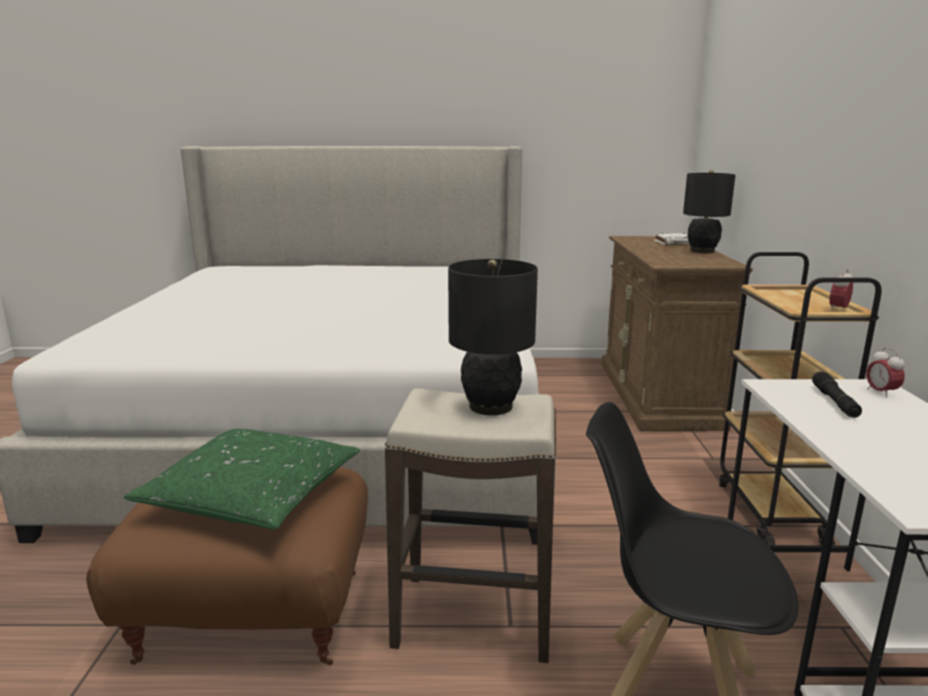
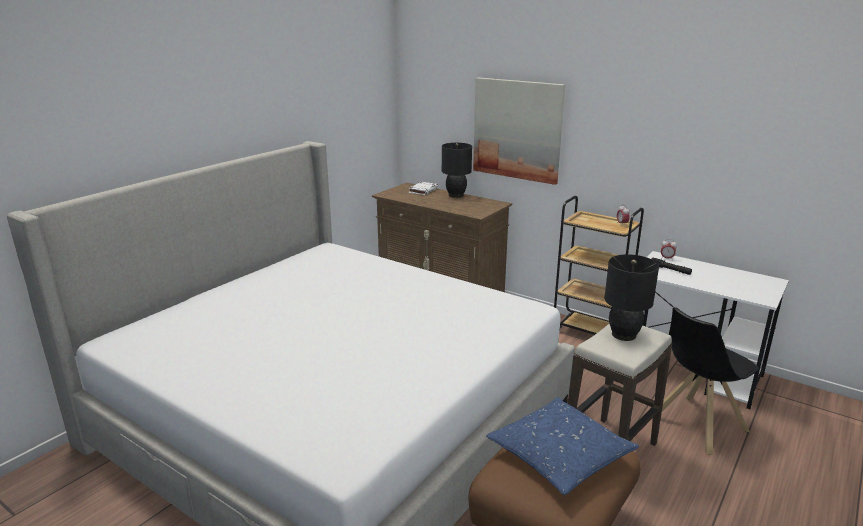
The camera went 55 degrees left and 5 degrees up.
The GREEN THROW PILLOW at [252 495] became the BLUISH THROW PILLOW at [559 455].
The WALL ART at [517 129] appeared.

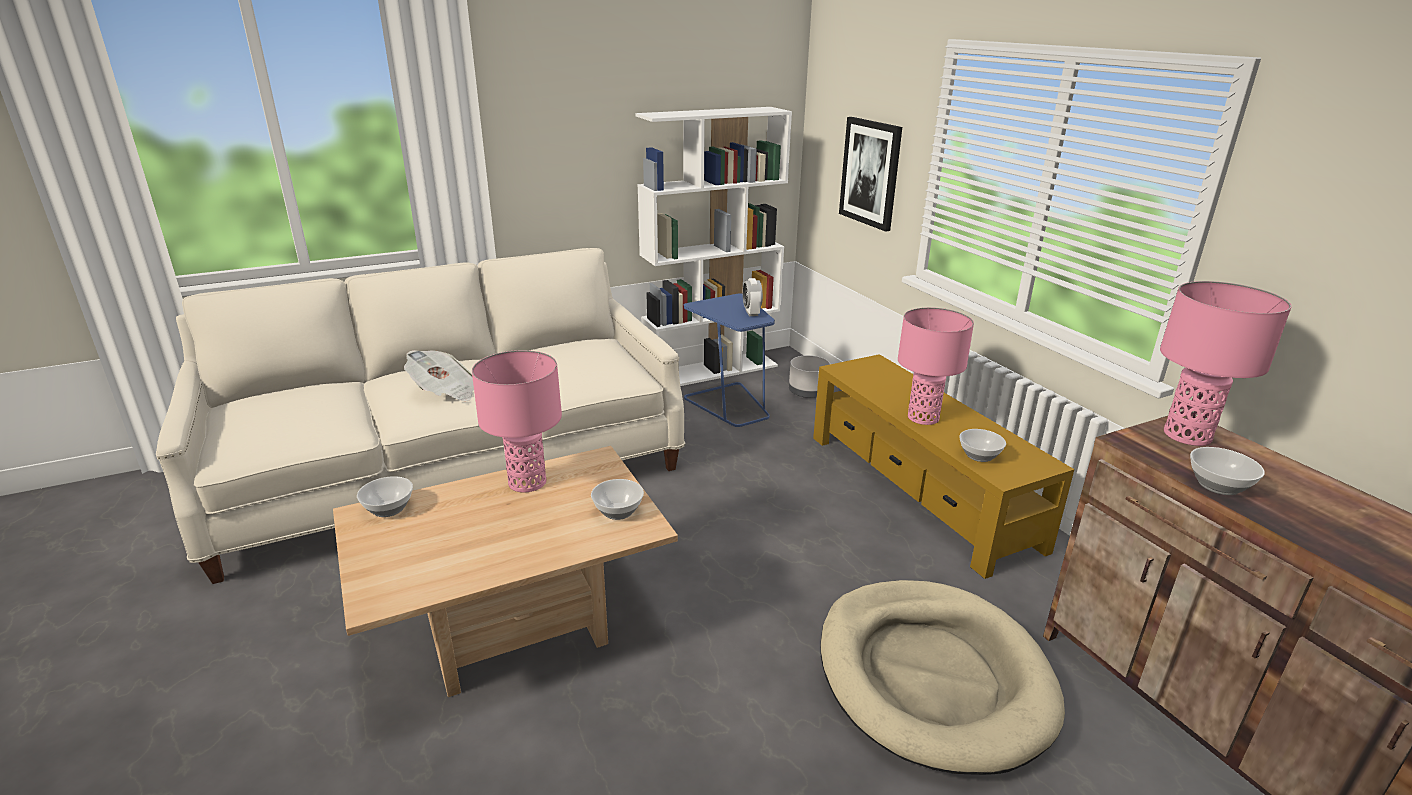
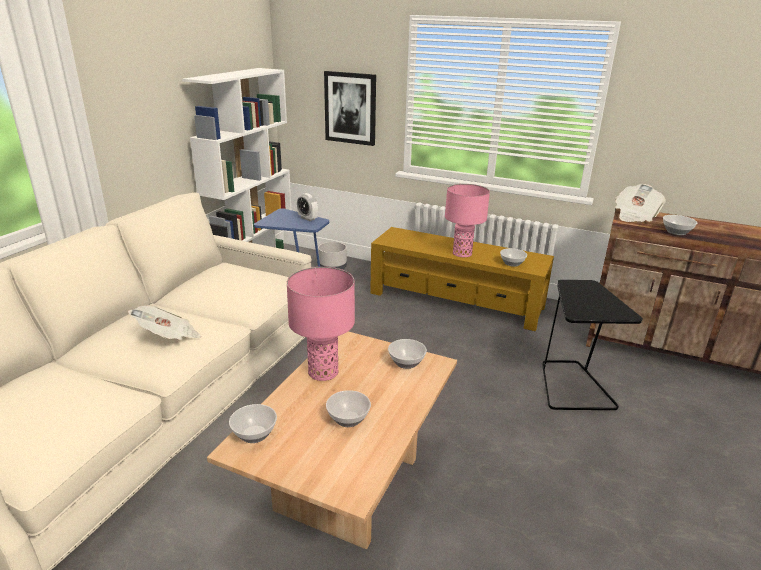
The camera went 40 degrees left and 0 degrees up.
The SAND-COLOURED DOG BED at [932 676] was replaced by the BLACK-COLOURED ACCENT TABLE at [572 386].
The PINKISH TABLETOP LAMP at [1187 435] was replaced by the NEWSPAPER at [635 216].
The BOWL at [347 419] appeared.

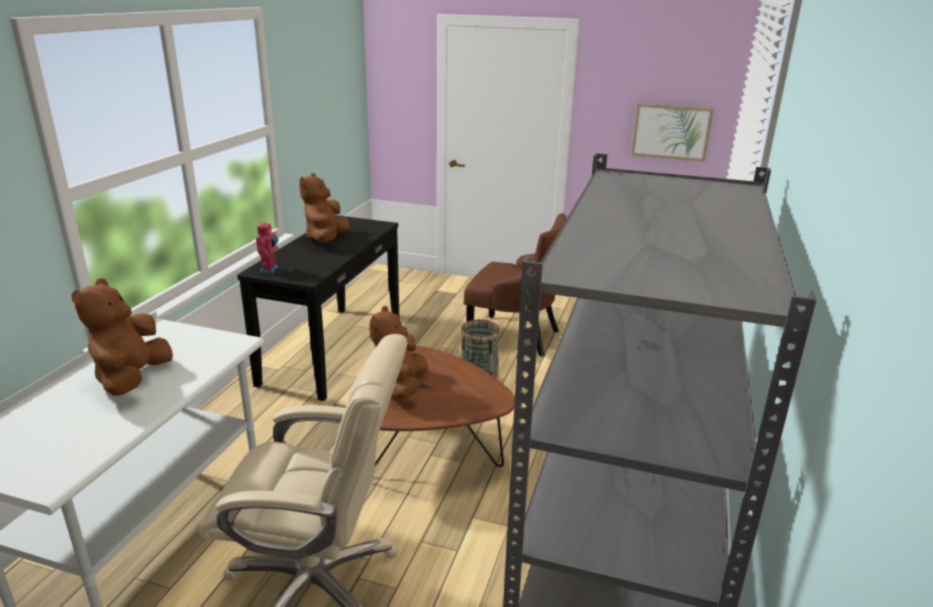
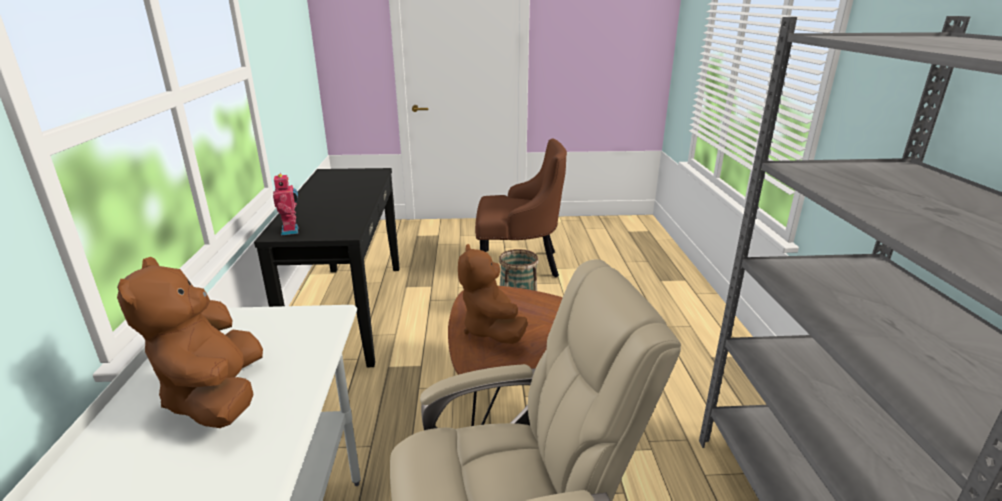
The camera went 20 degrees left and 0 degrees up.
The BROWN-COLOURED CUDDLY TOY at [326 239] disappeared.
The WALL ART at [671 132] disappeared.

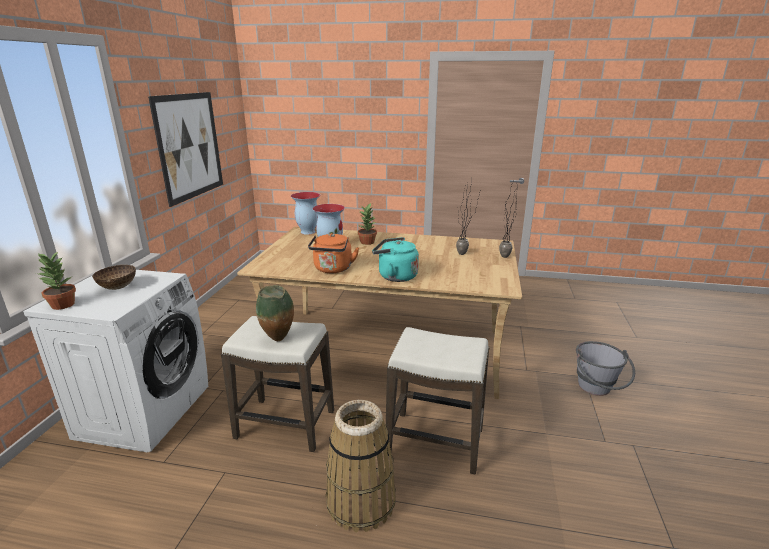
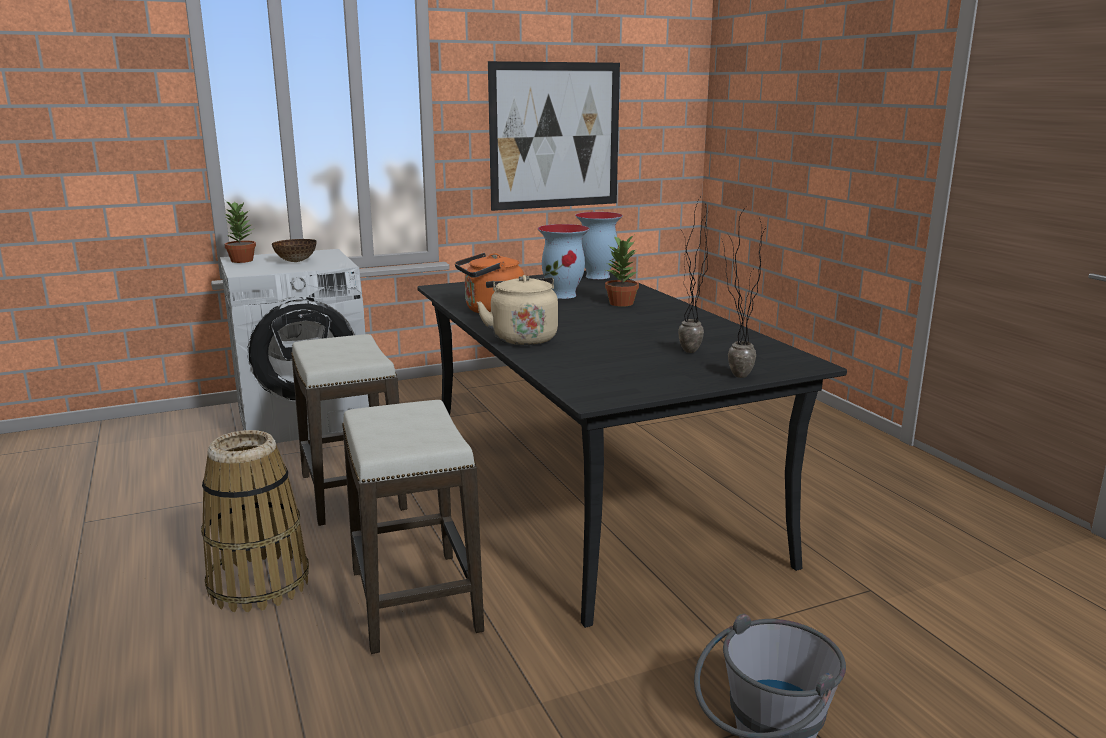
The camera went 55 degrees right and 5 degrees down.
The SAND-COLOURED KITCHEN TABLE at [386 349] became the BLACK-COLOURED KITCHEN TABLE at [591 495].
The DECORATIVE VASE at [278 340] disappeared.
The TURQUOISE TEA KETTLE at [395 276] became the SAND-COLOURED TEA KETTLE at [522 338].

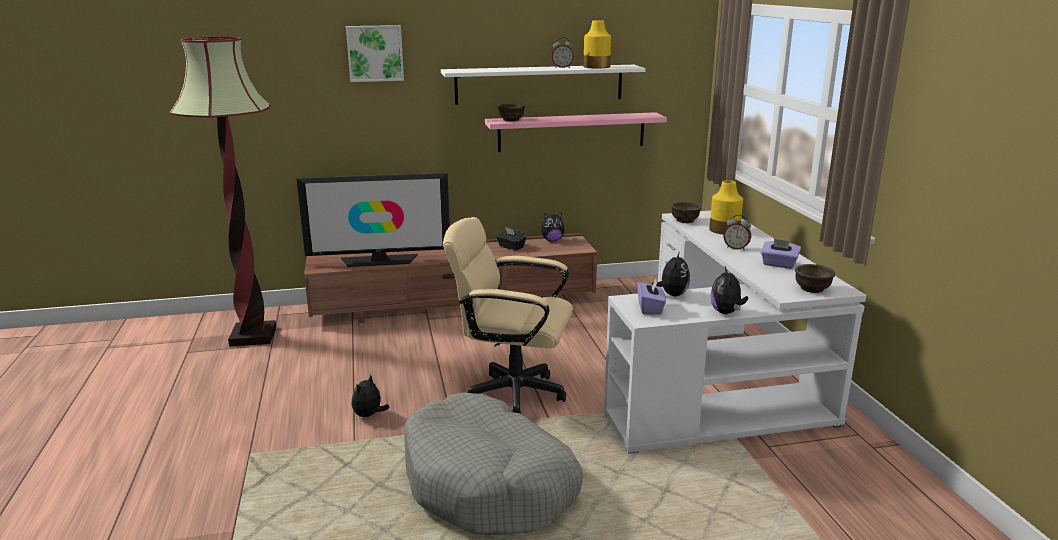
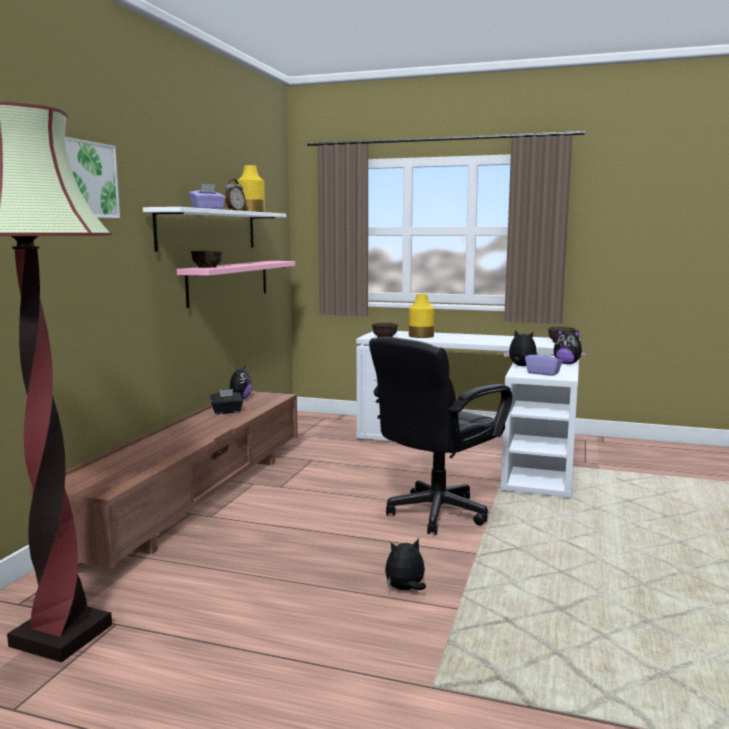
The camera went 60 degrees left and 10 degrees down.
The TELEVISION at [379 261] disappeared.
The CUDDLY TOY at [369 415] turned 105 degrees clockwise.
The GREYISH DOG BED at [489 484] disappeared.
The SAND-COLOURED OFFICE CHAIR at [511 395] became the BLACK-COLOURED OFFICE CHAIR at [434 516].
The ALARM CLOCK at [736 248] disappeared.
The PURPLE TISSUE HOLDER moved from [779 264] to [208 209].

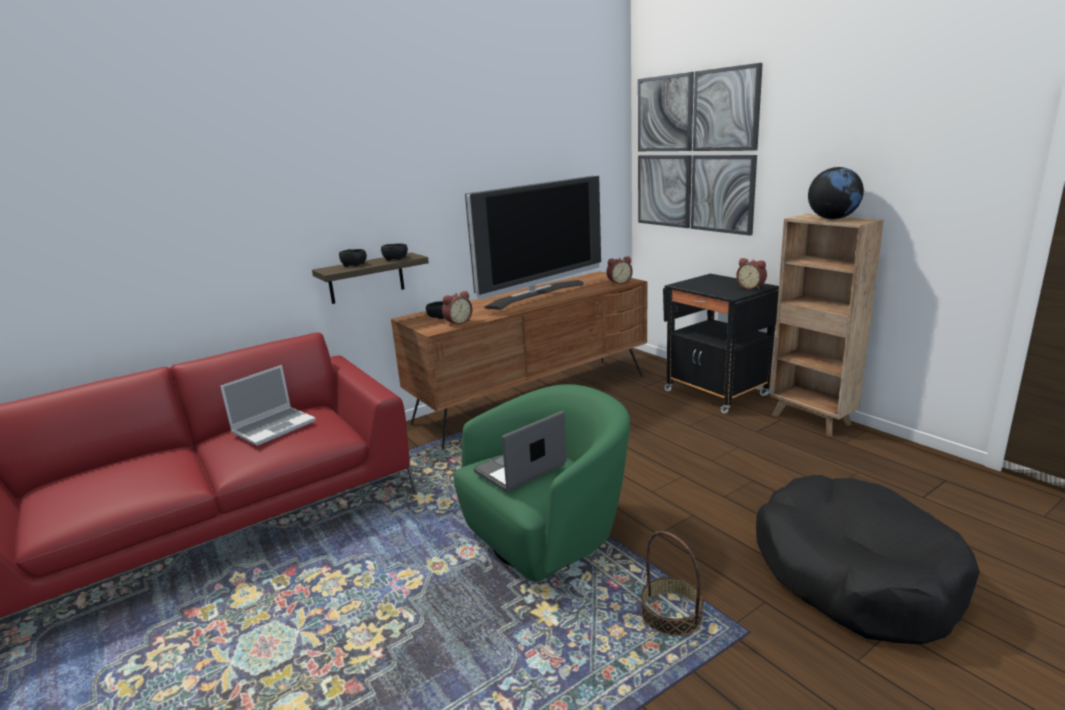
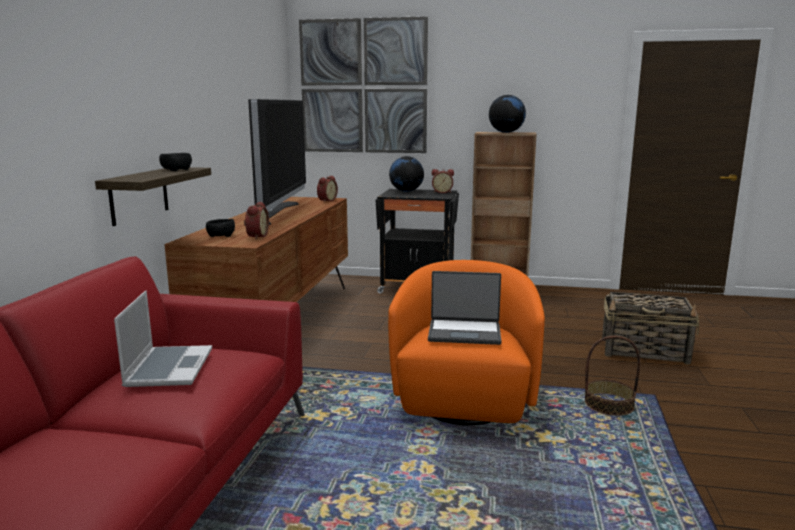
The camera went 45 degrees left and 5 degrees down.
The BLACK-COLOURED BOWL at [354 264] disappeared.
The GREEN LOUNGE CHAIR at [548 535] became the ORANGEY LOUNGE CHAIR at [464 398].
The NOTEBOOK COMPUTER at [521 469] turned 90 degrees counterclockwise.
The BLACK-COLOURED DOG BED at [854 574] was replaced by the BASKET at [645 351].
The GLOBE at [406 191] appeared.

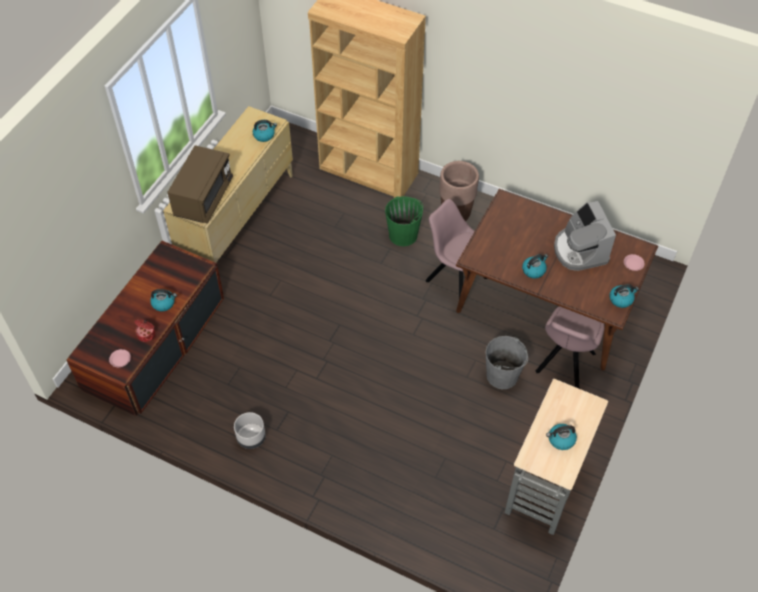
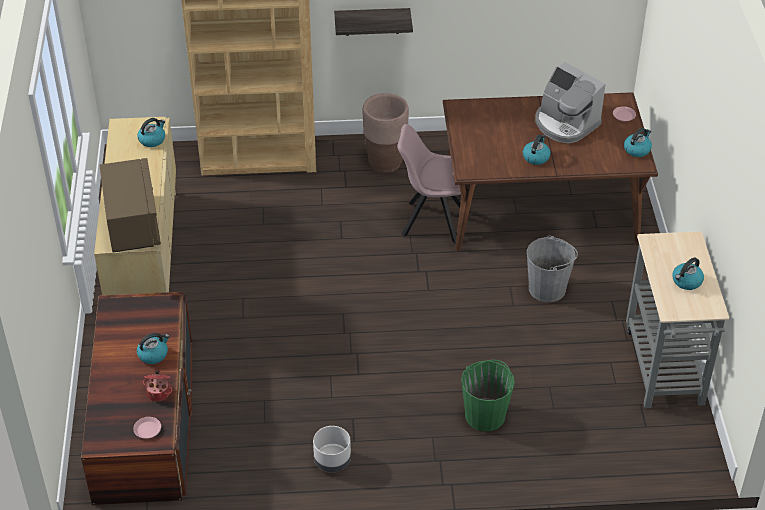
The camera went 30 degrees left and 10 degrees down.
The GREEN PAIL moved from [403 235] to [485 415].
The PINKISH PLAIN CHAIR at [564 363] disappeared.
The WALL SHELF at [372 21] appeared.

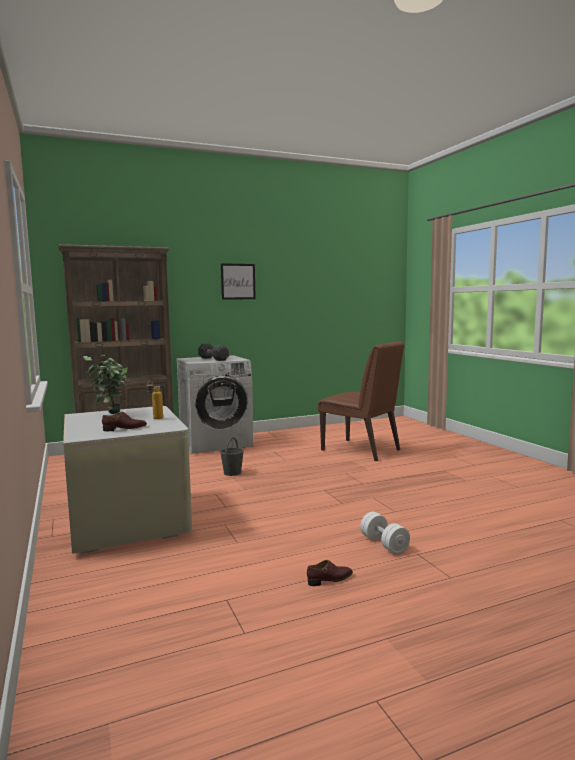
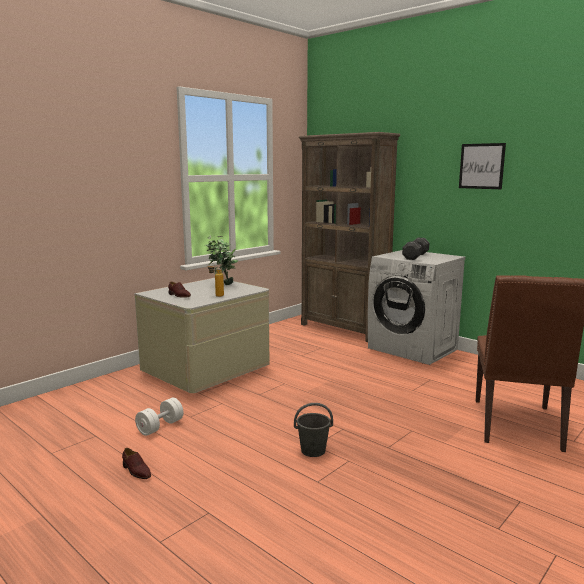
The camera went 65 degrees right and 5 degrees up.
The GREYISH PAIL moved from [232 473] to [313 450].
The WHITISH HAND WEIGHT moved from [384 544] to [160 426].

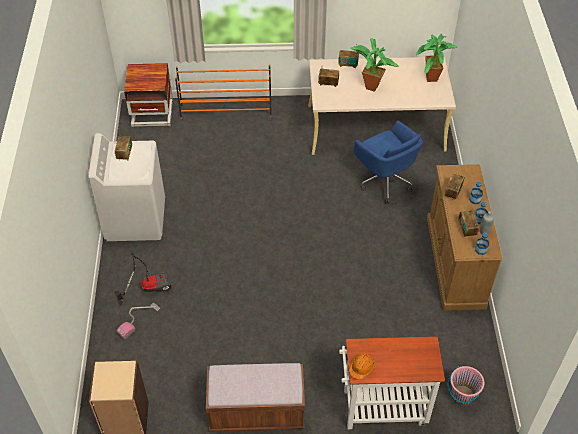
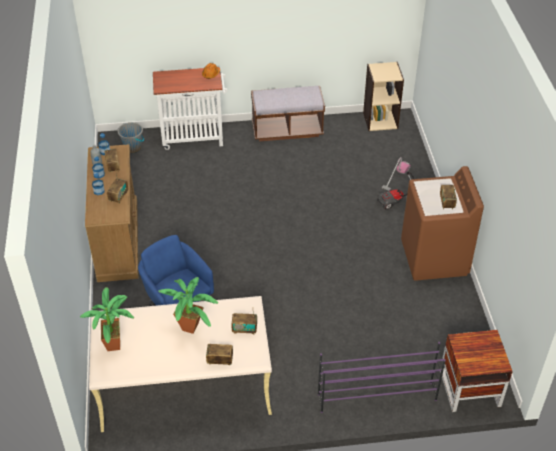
The camera went 175 degrees right and 5 degrees down.
The WHITISH WASHING MACHINE at [135 219] became the BROWN-COLOURED WASHING MACHINE at [434 258].
The ORANGEY SHOE SHELF at [226 111] became the PURPLE SHOE SHELF at [376 397].
The PINKISH PAIL at [462 395] became the GREYISH PAIL at [133 147].

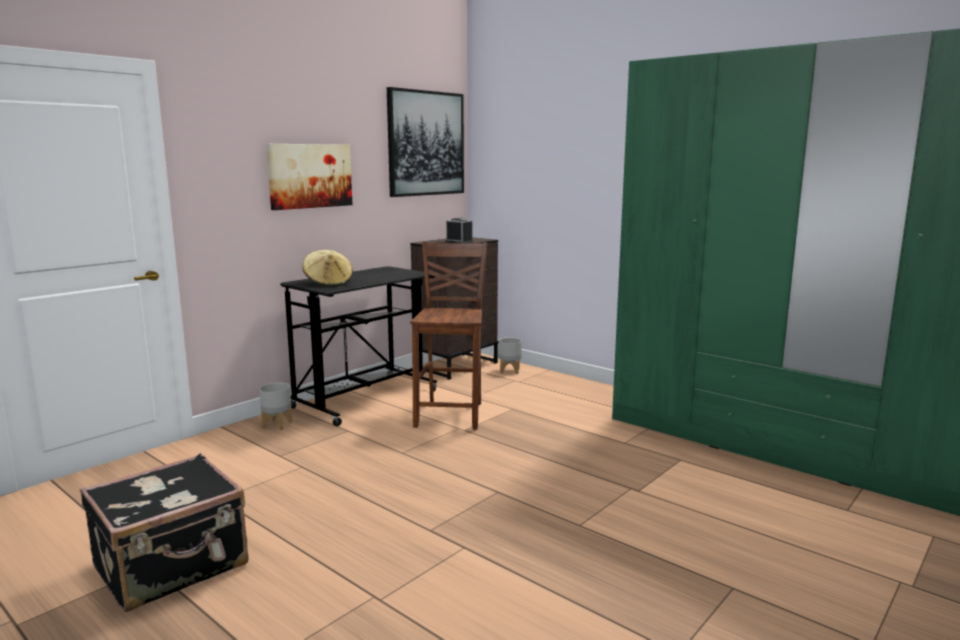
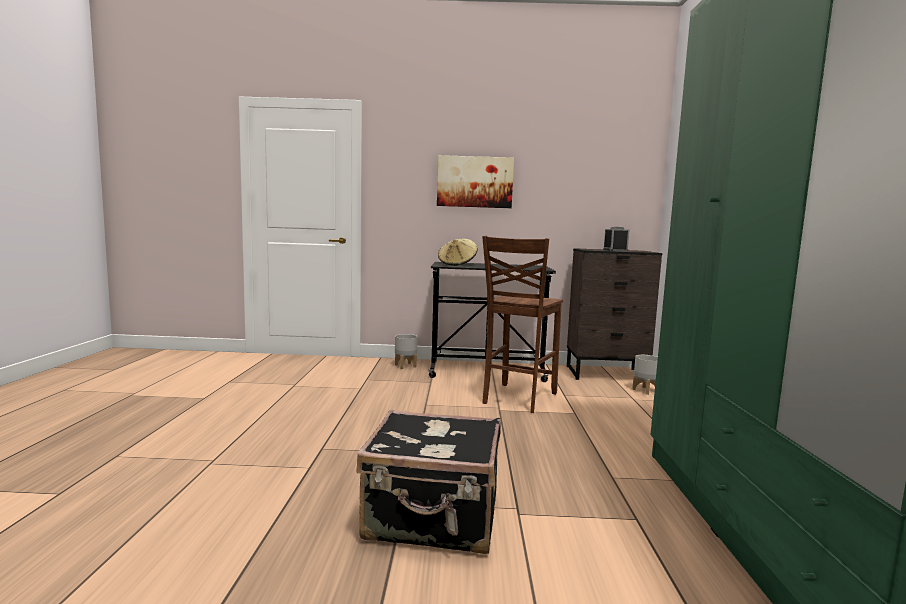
The camera went 50 degrees right and 5 degrees down.
The BLACK-COLOURED TRAVEL CASE moved from [173 567] to [434 519].
The WALL ART at [426 143] disappeared.
The BROWN-COLOURED PLAIN CHAIR at [451 414] turned 150 degrees clockwise.

